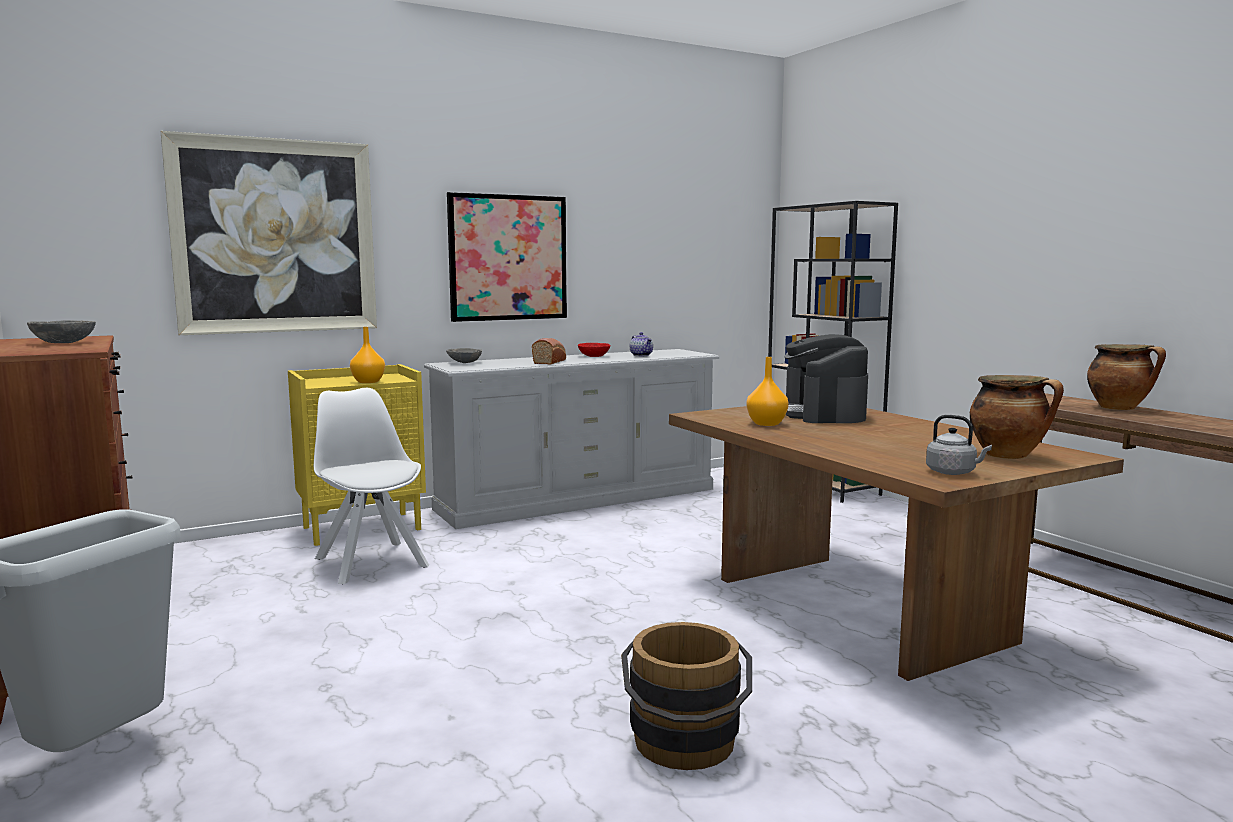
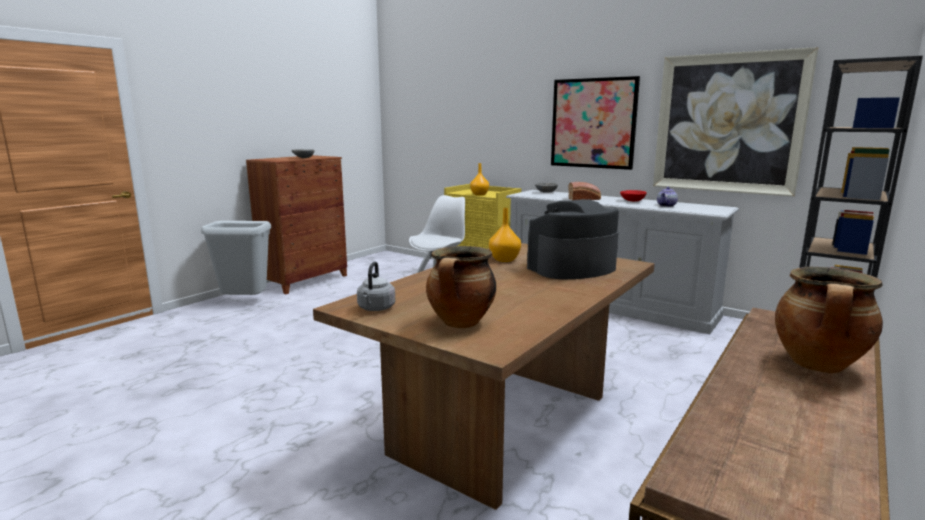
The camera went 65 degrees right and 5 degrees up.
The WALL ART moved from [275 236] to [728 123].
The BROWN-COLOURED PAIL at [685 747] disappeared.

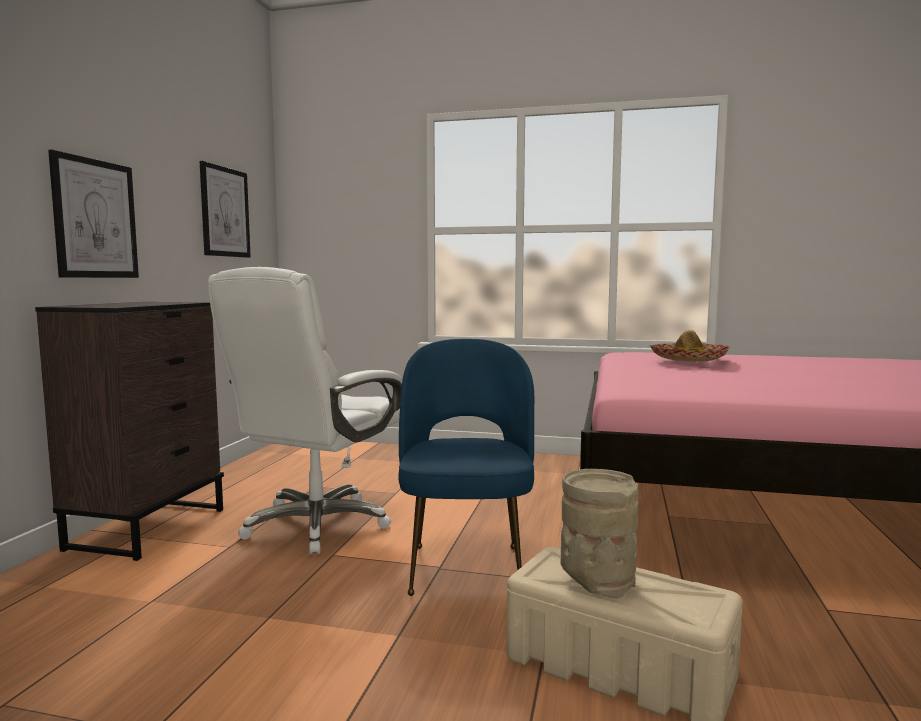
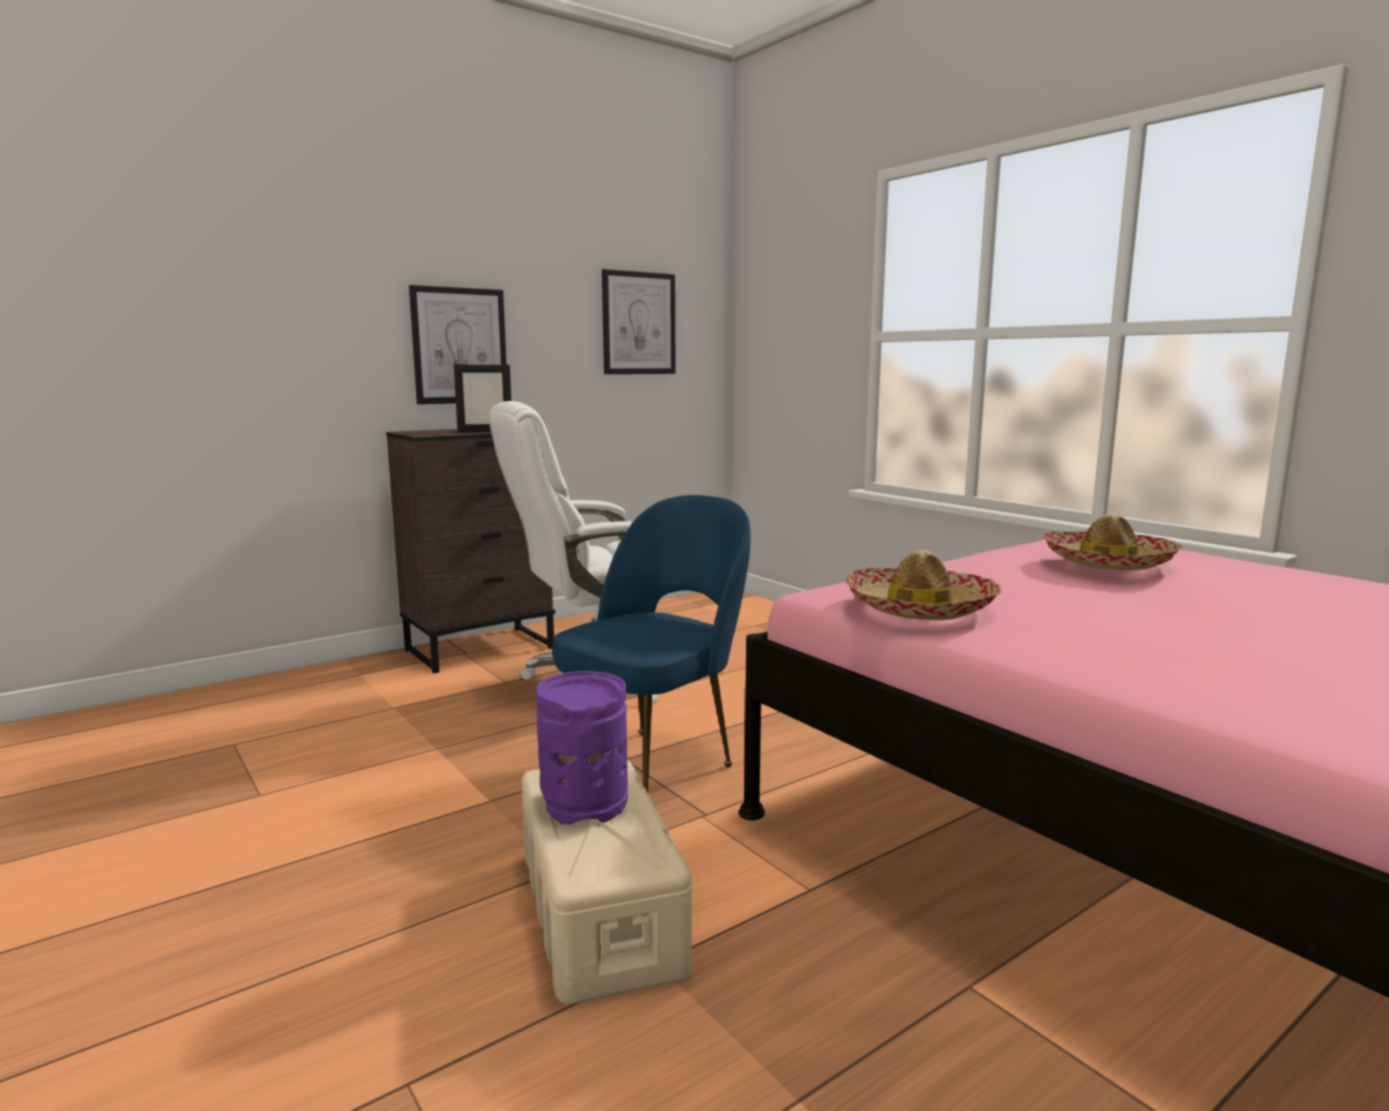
The camera went 40 degrees right and 5 degrees up.
The SAND-COLOURED DECORATIVE VASE at [596 580] became the PURPLE DECORATIVE VASE at [585 803].
The STANDING FRAME at [485 431] appeared.
The HAT at [920 608] appeared.

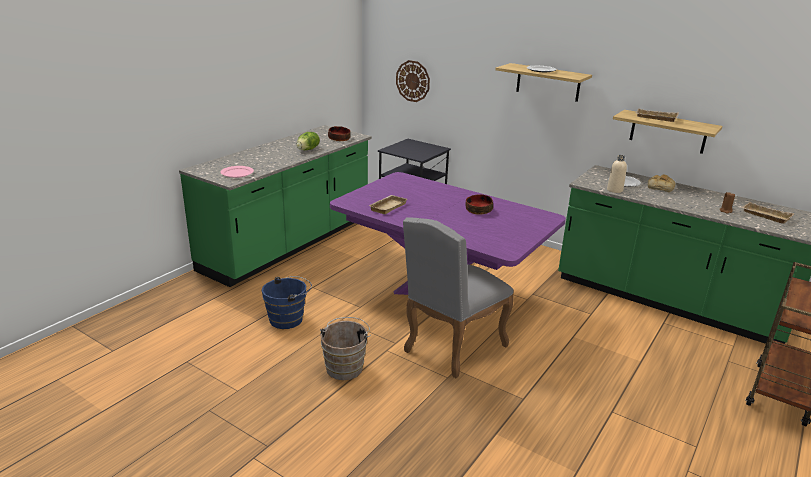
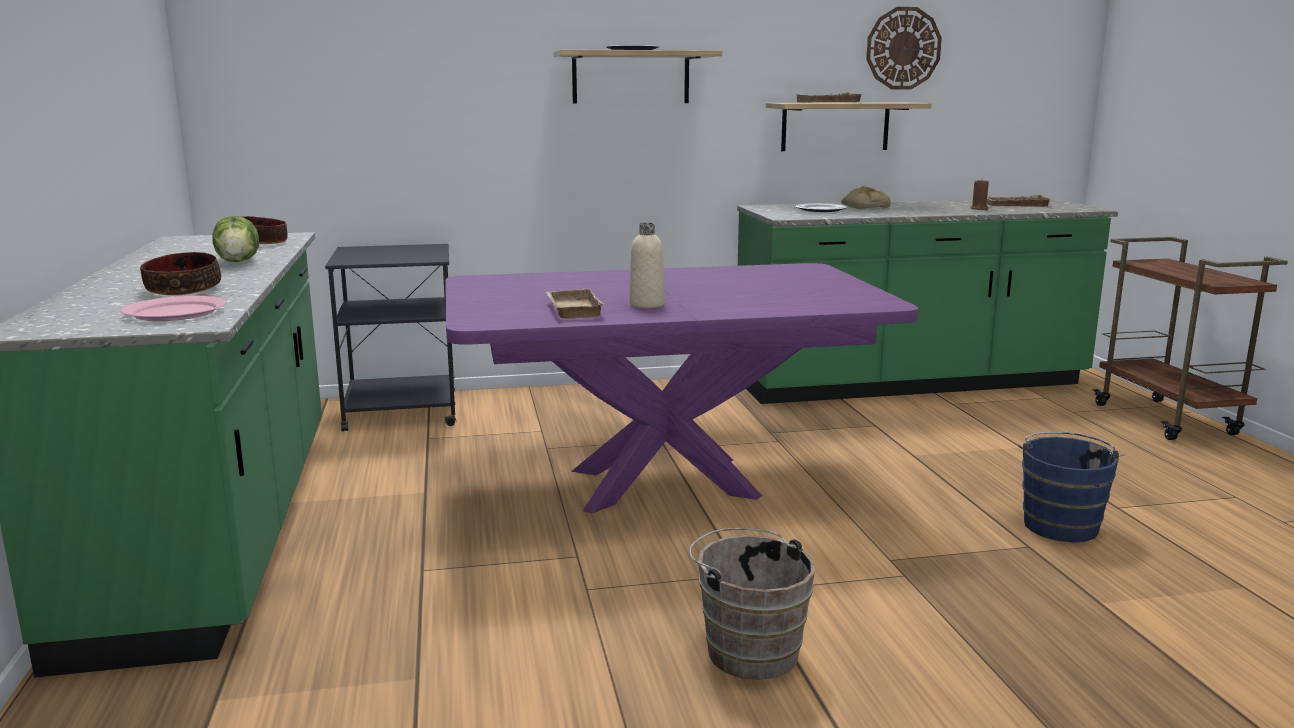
The camera went 45 degrees left and 10 degrees down.
The BLUISH PAIL moved from [289 319] to [1060 524].
The WALL CLOCK moved from [413 81] to [903 48].
The GREYISH PLAIN CHAIR at [451 348] disappeared.
The BOWL moved from [478 210] to [182 290].
The SAND-COLOURED BOTTLE moved from [614 190] to [647 305].

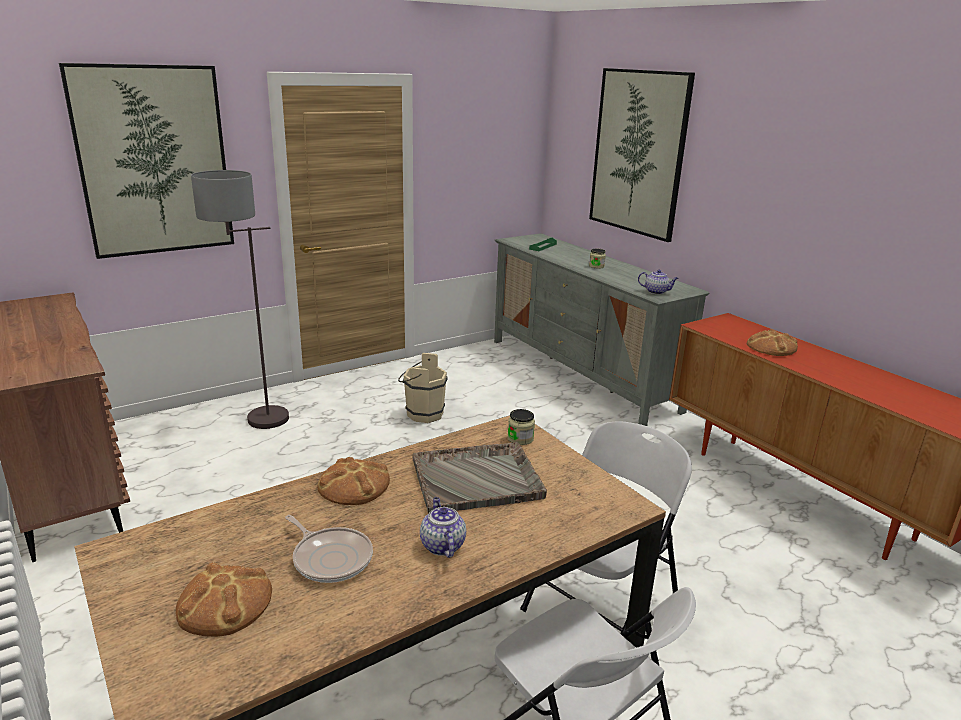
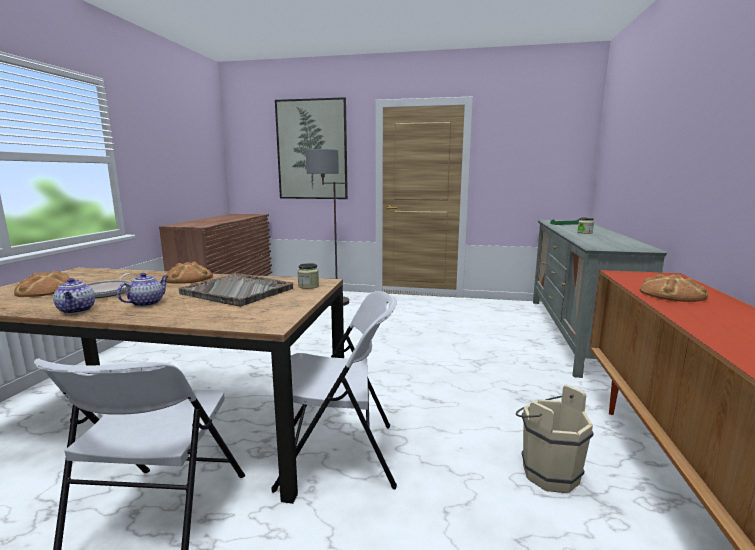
The camera went 45 degrees right and 10 degrees down.
The SAND-COLOURED PAIL moved from [422 414] to [546 471].
The WALL ART at [638 153] disappeared.
The POT FOR TEA moved from [656 292] to [77 310].

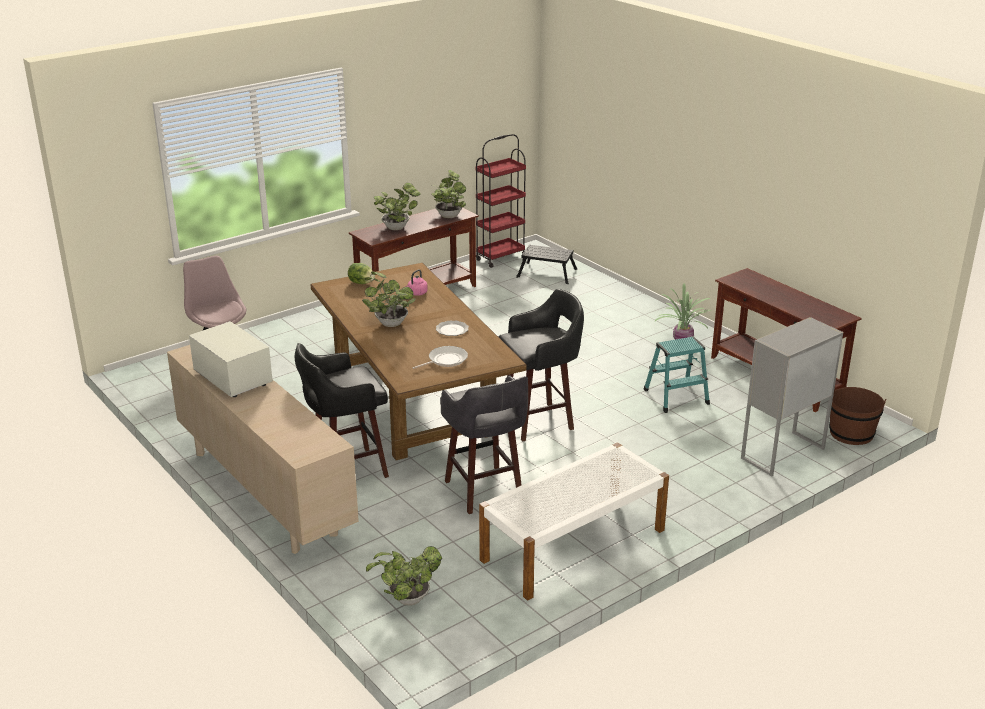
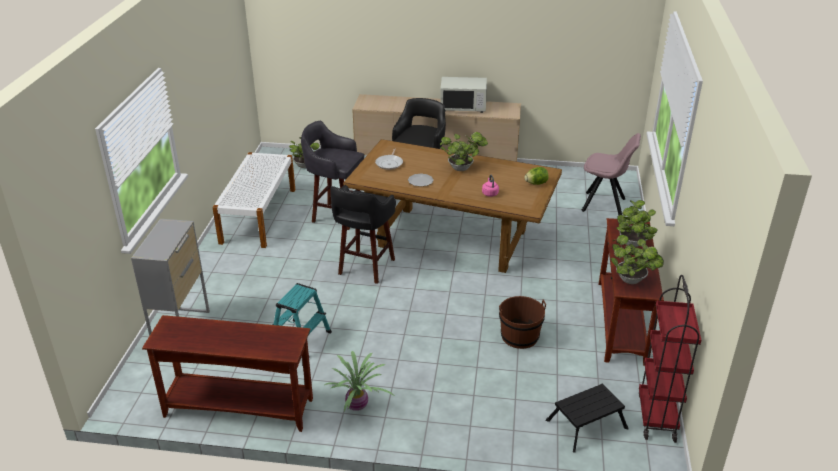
The camera went 135 degrees right and 5 degrees up.
The BROWN-COLOURED PAIL moved from [851 433] to [519 336].

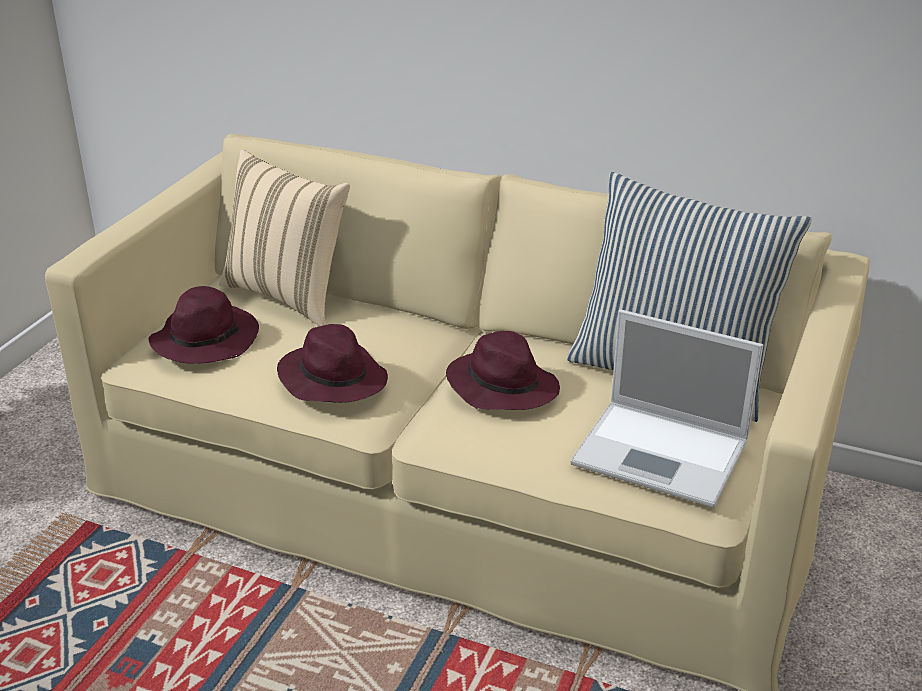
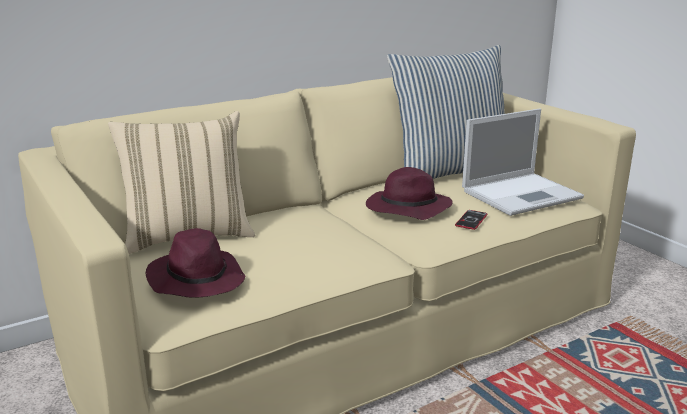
The camera went 55 degrees left and 10 degrees down.
The PURPLE HAT at [332 379] disappeared.
The TELEPHONE at [471 220] appeared.

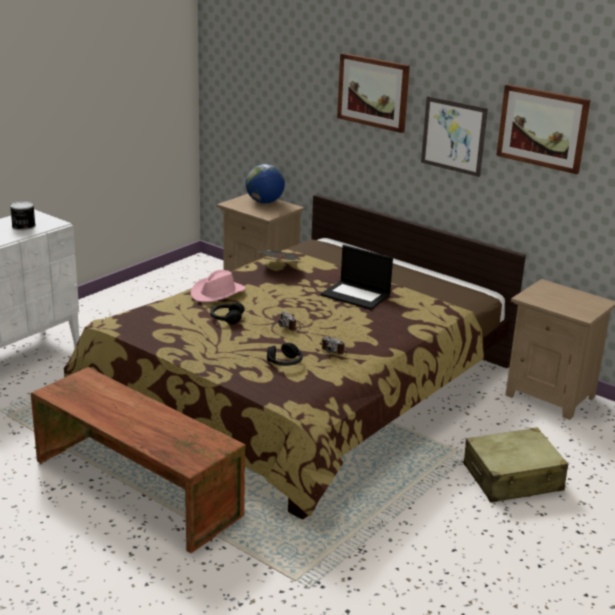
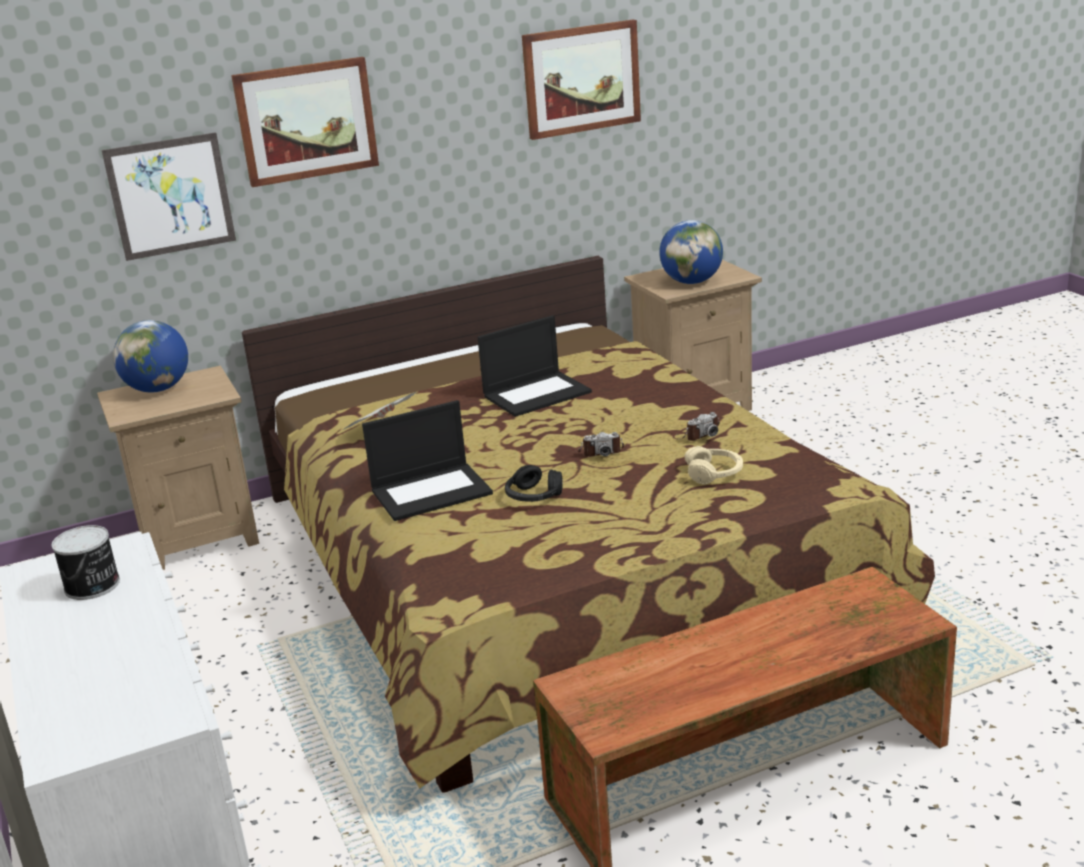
The camera went 60 degrees left and 0 degrees up.
The PINKISH HAT at [217 293] was replaced by the NOTEBOOK COMPUTER at [432 491].
The BLACK-COLOURED HEADPHONES at [284 362] became the SAND-COLOURED HEADPHONES at [714 474].
The WALL ART moved from [453 136] to [170 196].
The SAND-COLOURED TRAVEL CASE at [513 478] disappeared.
The GLOBE at [691 282] appeared.

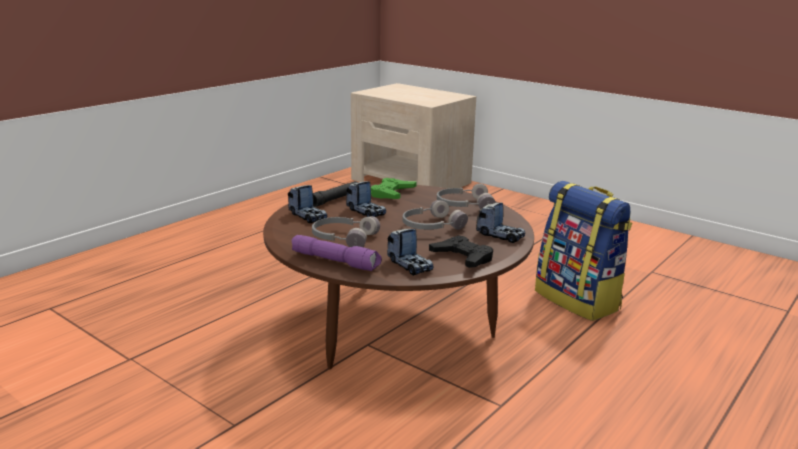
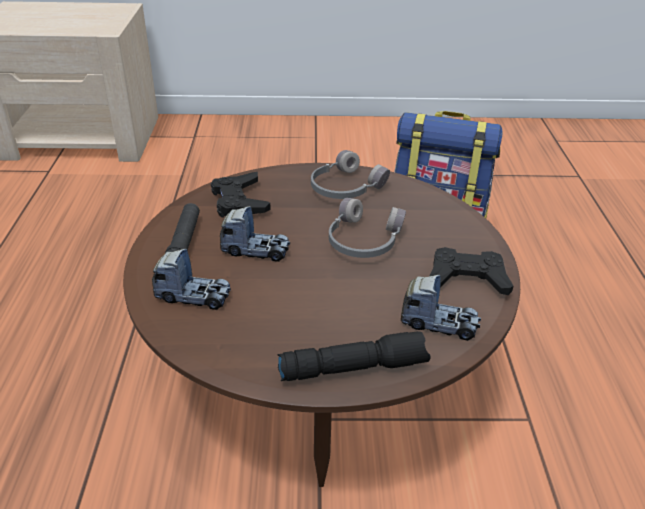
The camera went 40 degrees left and 15 degrees up.
The PURPLE TORCH at [336 261] became the BLACK-COLOURED TORCH at [354 367].
The GREYISH HEADPHONES at [343 238] disappeared.
The GREEN JOYPAD at [392 193] became the BLACK-COLOURED JOYPAD at [239 201].
The TOY LORRY at [500 235] disappeared.

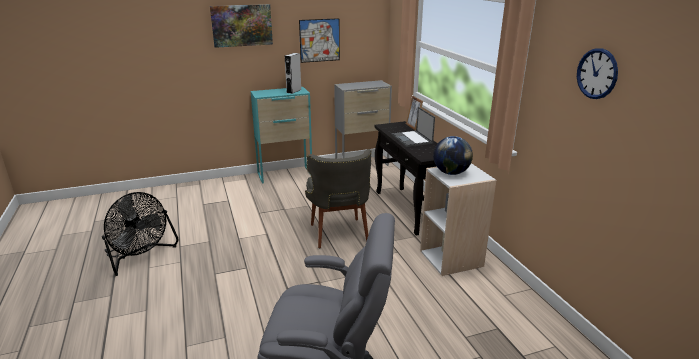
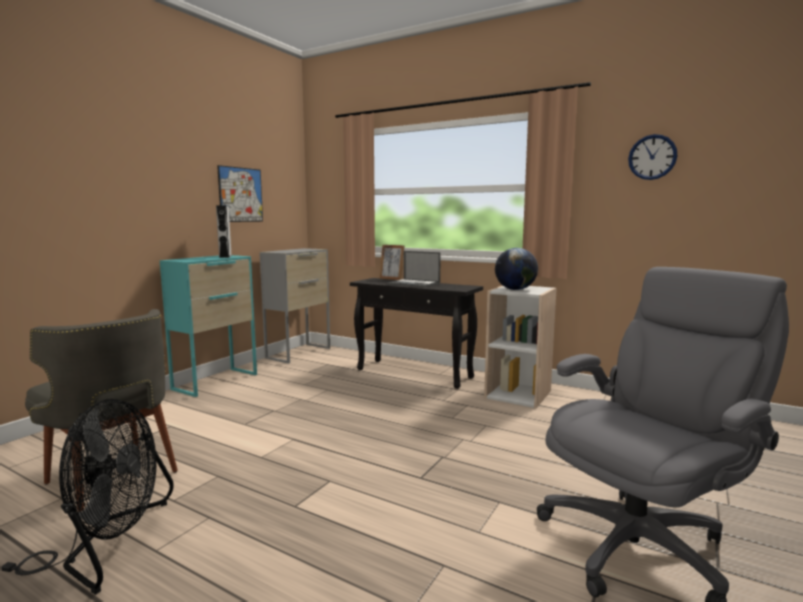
The camera went 40 degrees left and 15 degrees down.
The WALL ART at [242 25] disappeared.
The GREYISH PLAIN CHAIR moved from [339 233] to [112 477].

